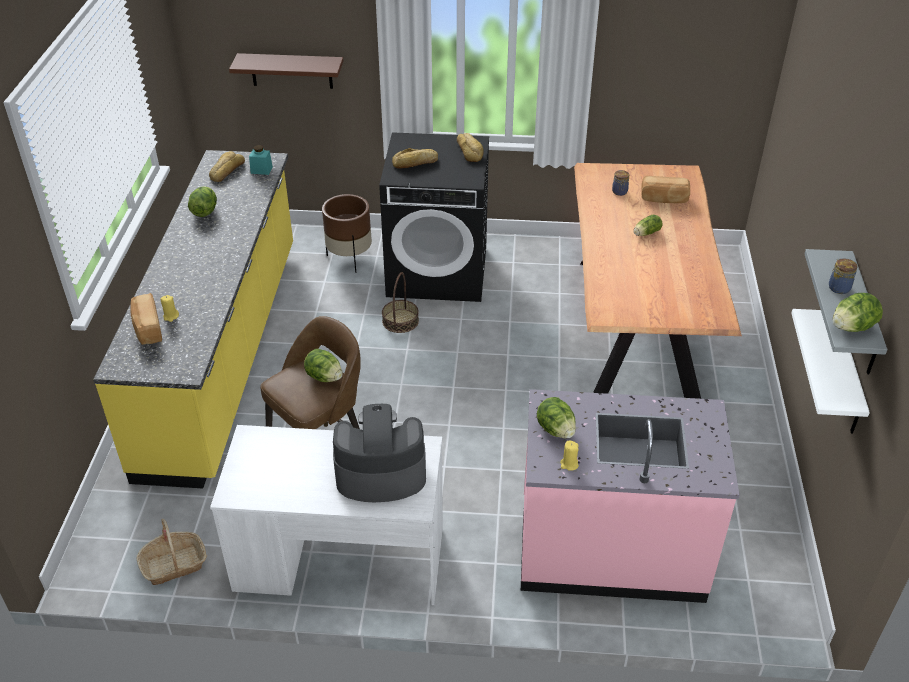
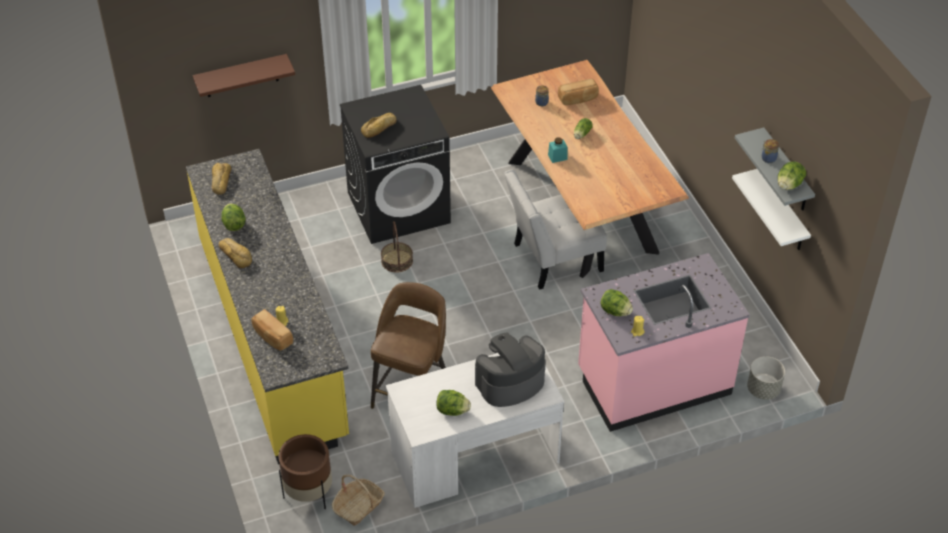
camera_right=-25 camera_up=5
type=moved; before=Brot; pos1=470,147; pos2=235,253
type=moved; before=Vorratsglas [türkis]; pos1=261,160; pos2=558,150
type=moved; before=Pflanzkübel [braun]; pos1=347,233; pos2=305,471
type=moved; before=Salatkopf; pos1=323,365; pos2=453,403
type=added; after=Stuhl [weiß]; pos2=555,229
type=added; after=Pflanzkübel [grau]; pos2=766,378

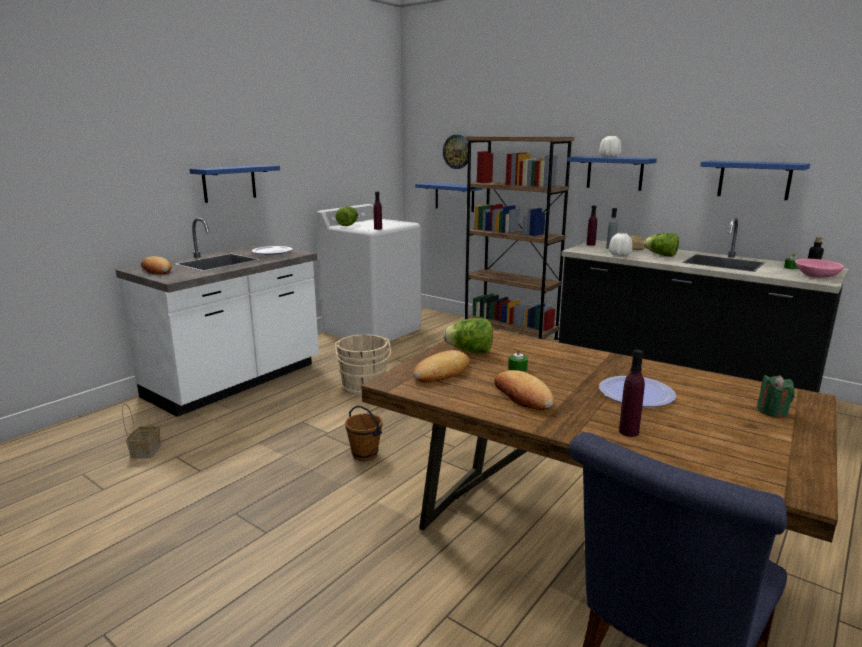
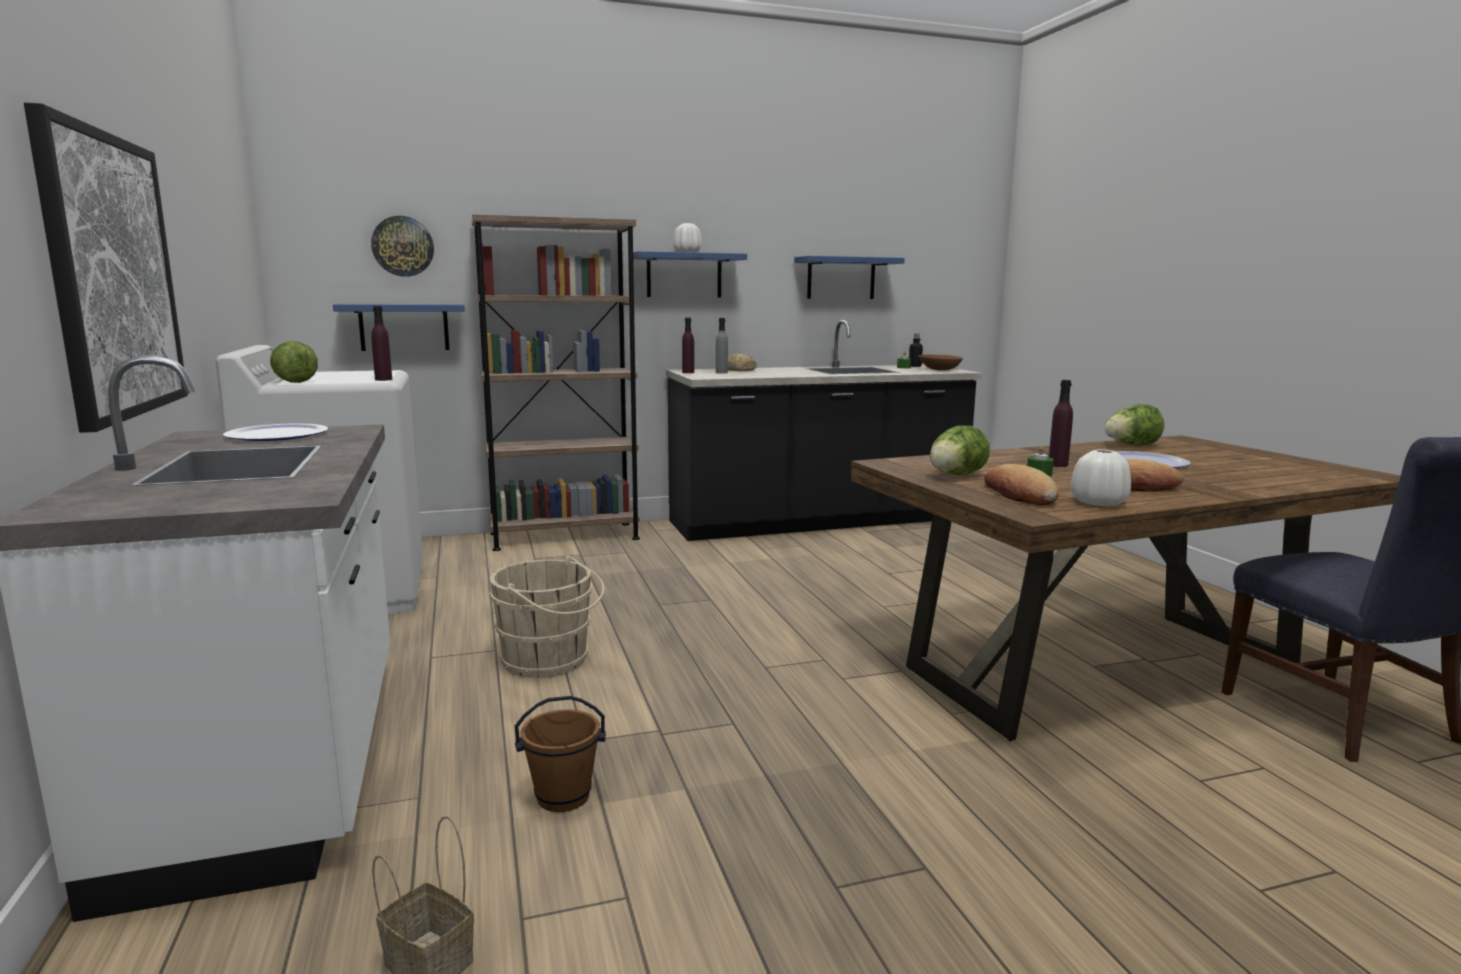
camera_right=-55 camera_up=-5
type=replaced; before=Wandregal [blau]; after=Bild; pos1=234,184; pos2=106,268
type=moved; before=Vase [weiß]; pos1=621,244; pos2=1101,477
type=moved; before=Salatkopf; pos1=661,244; pos2=1134,424
type=removed; before=Brot; pos1=156,265
type=recoloured; before=Schüssel [rosa]; after=Schüssel [braun]; pos1=819,268; pos2=941,362
type=moved; before=Flasche [lila]; pos1=632,393; pos2=1061,423
type=removed; before=Kerze [grün]; pos1=776,396
type=moved; before=Eimer [braun]; pos1=364,433; pos2=560,754

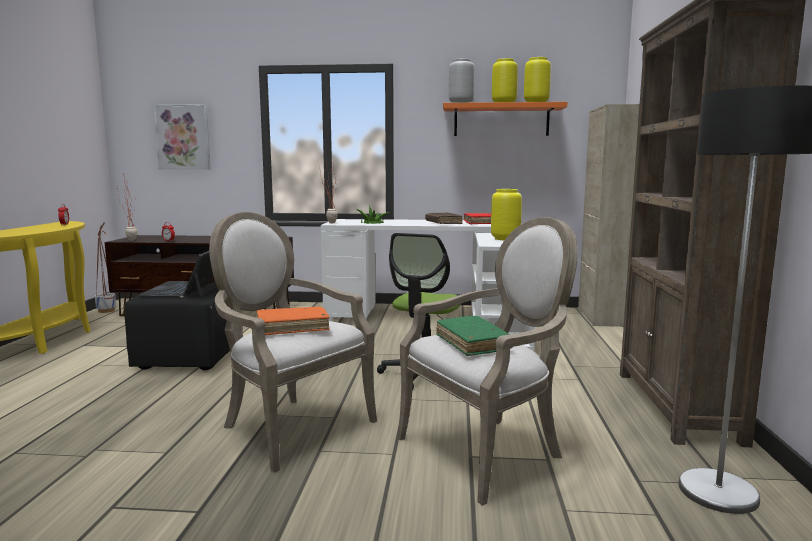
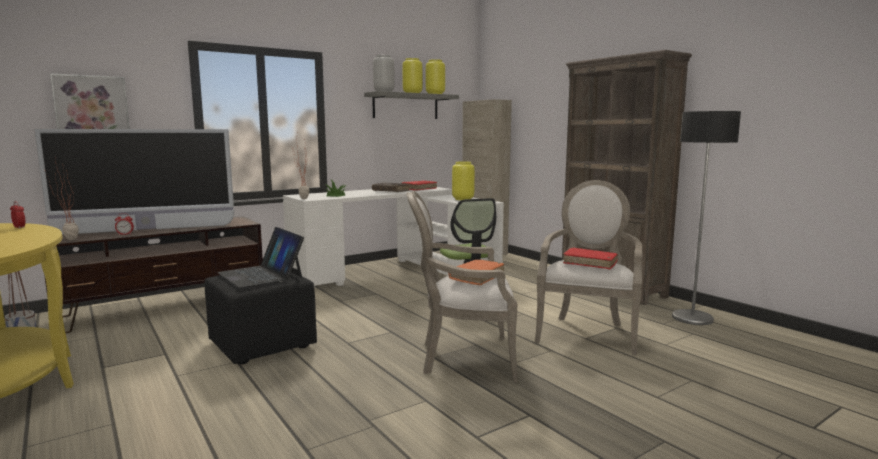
camera_right=-40 camera_up=0
type=recoloured; before=Wandregal [orange]; after=Wandregal [grau]; pos1=505,119; pos2=411,105
type=recoloured; before=Buch [grün]; after=Buch [rot]; pos1=473,336; pos2=590,258
type=added; after=Fernseher; pos2=134,182

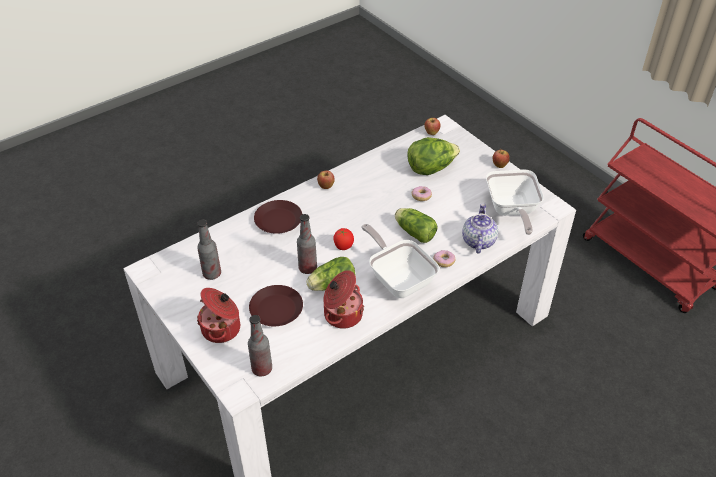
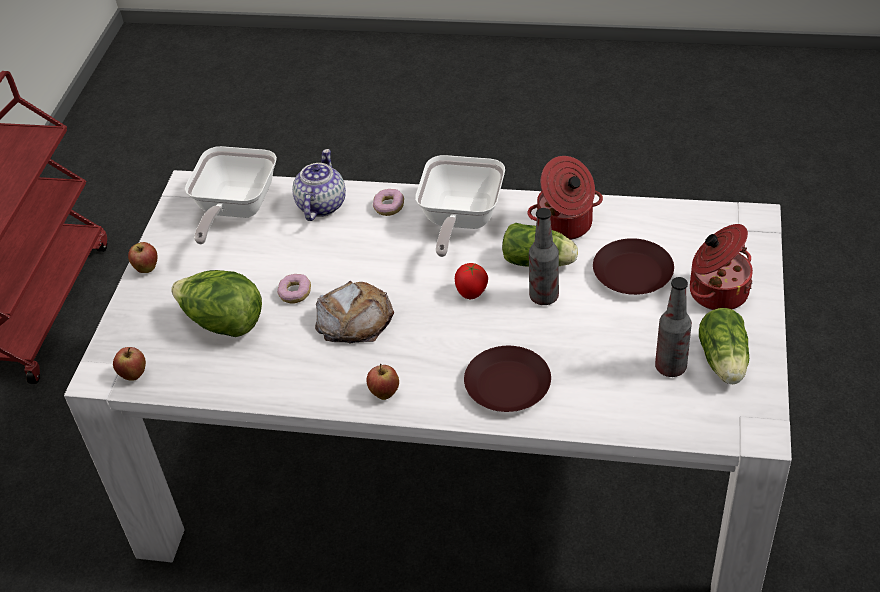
camera_right=-130 camera_up=0
type=turned; before=Pfanne; pos1=515,202; pos2=231,195; turn=150
type=turned; before=Teekanne; pos1=480,228; pos2=319,185; turn=135
type=moved; before=Salatkopf; pos1=416,225; pos2=724,346
type=removed; before=Flasche; pos1=260,345
type=added; after=Brot; pos2=354,312

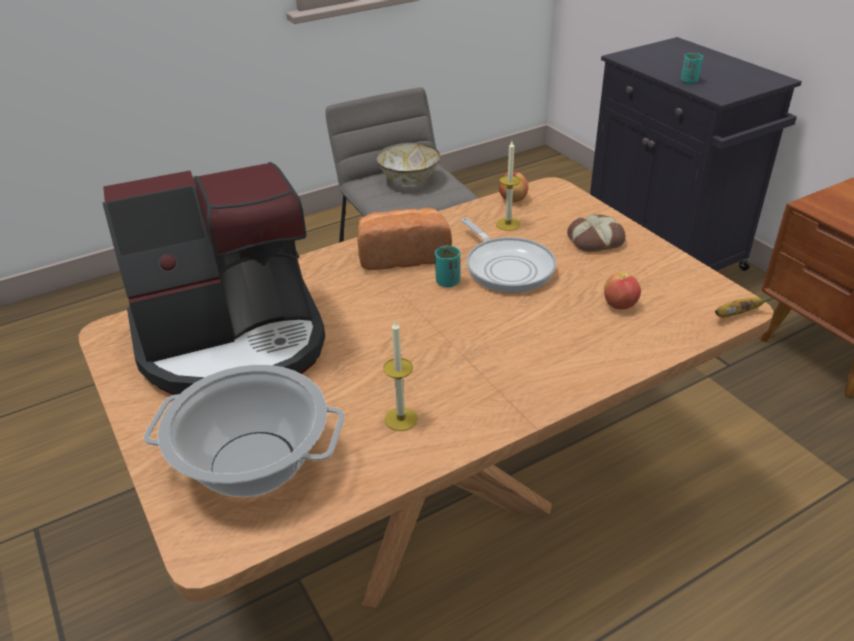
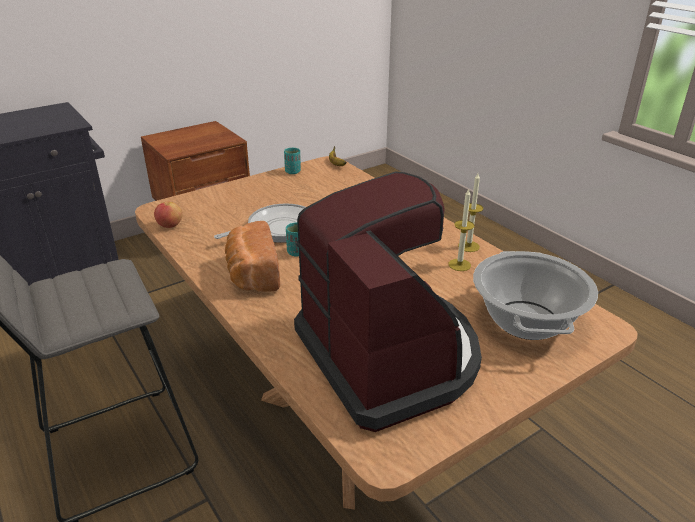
camera_right=-95 camera_up=-5
type=moved; before=Tasse [türkis]; pos1=692,68; pos2=292,161
type=moved; before=Kerze; pos1=508,186; pos2=470,212
type=removed; before=Schüssel; pos1=408,163
type=removed; before=Brot; pos1=596,233
type=removed; before=Apfel; pos1=622,290

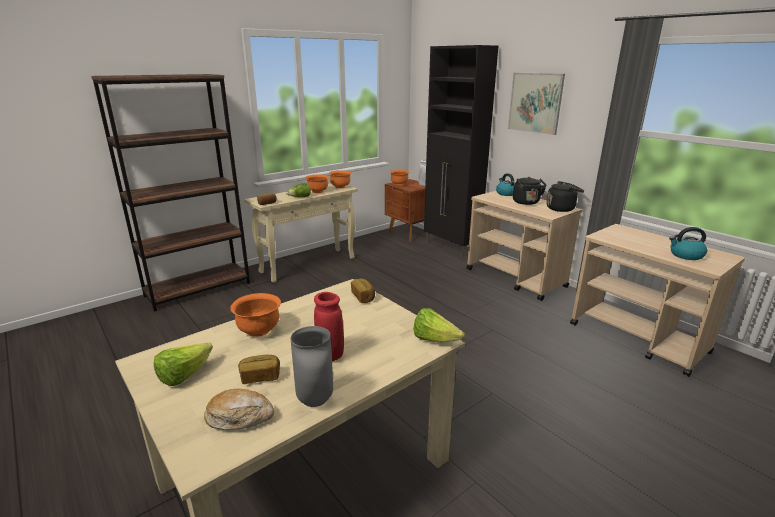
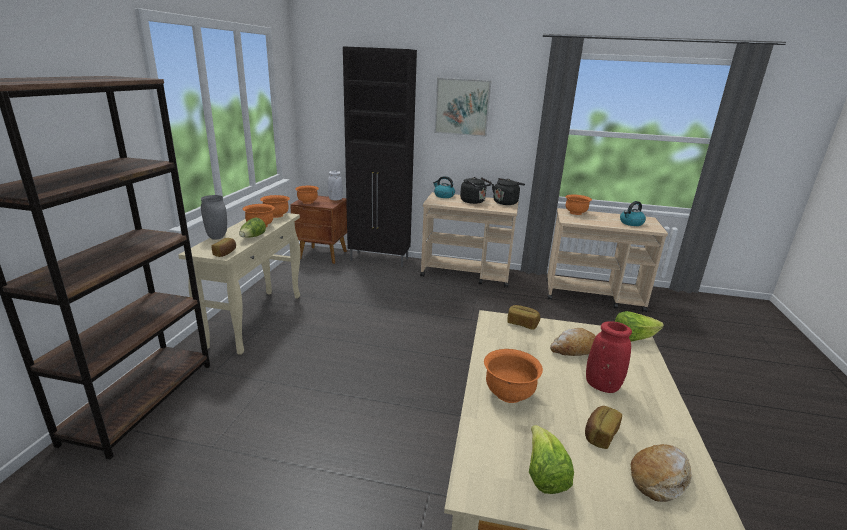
camera_right=-40 camera_up=0
type=moved; before=Vase [grau]; pos1=312,366; pos2=214,217
type=added; after=Schüssel [orange]; pos2=578,205
type=added; after=Brot; pos2=573,342

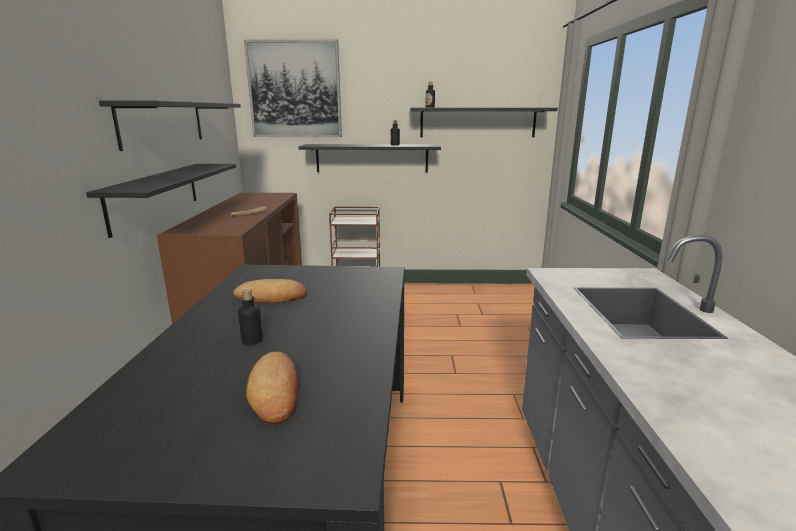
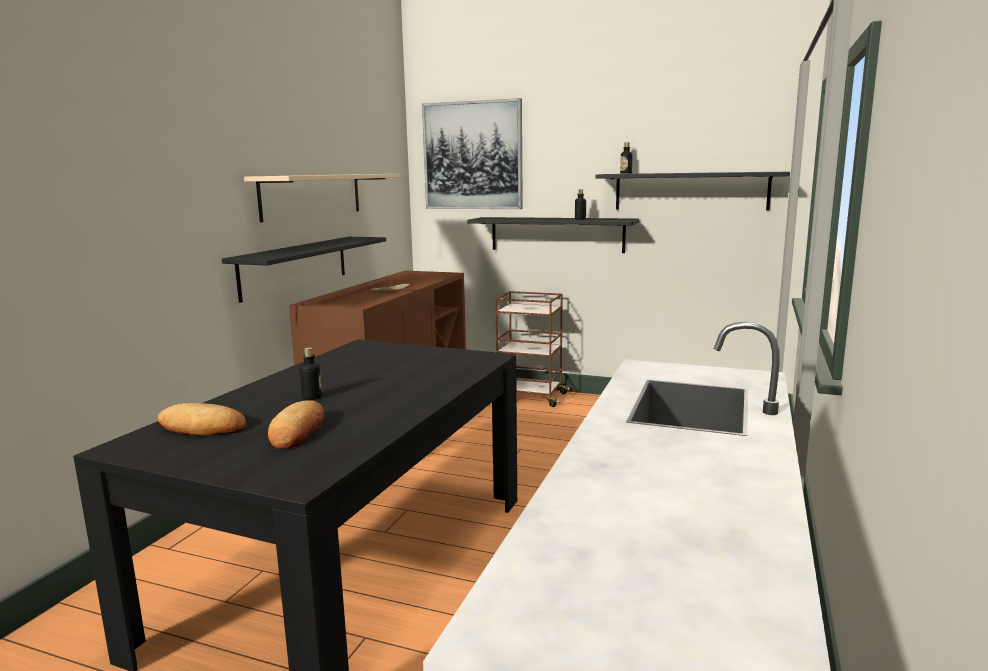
camera_right=20 camera_up=-5
type=recoloured; before=Wandregal [schwarz]; after=Wandregal [beige]; pos1=170,126; pos2=322,198
type=moved; before=Brot; pos1=270,291; pos2=202,419

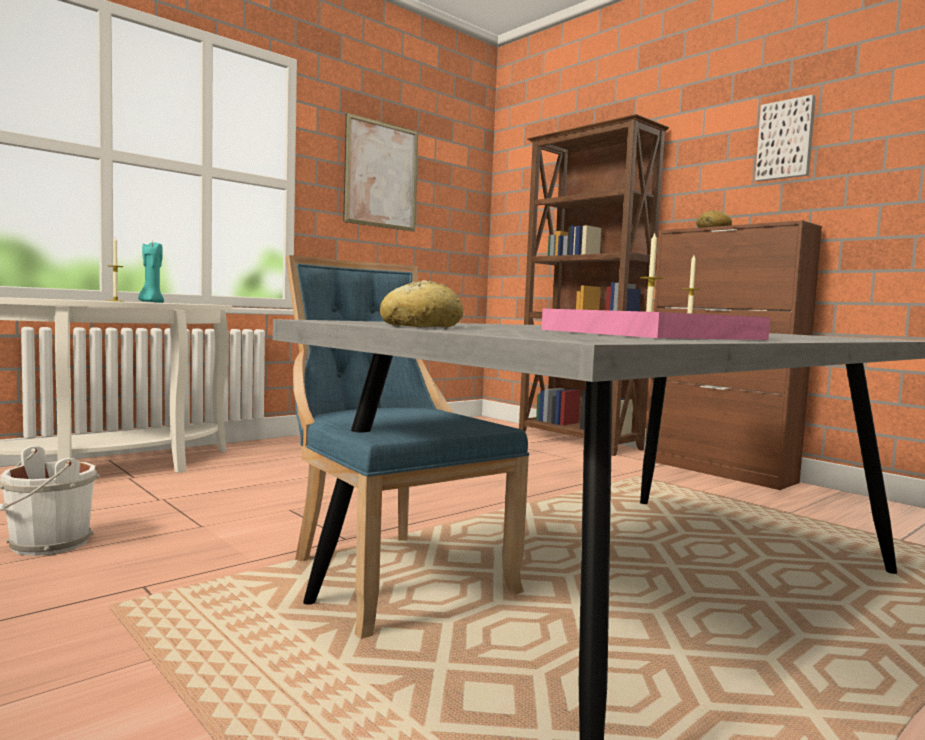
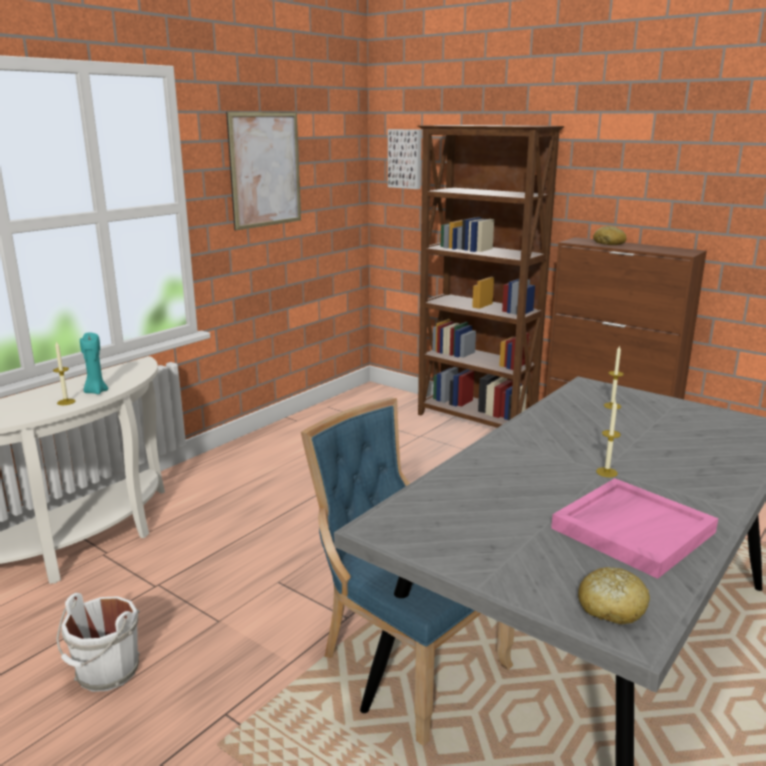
camera_right=-10 camera_up=15
type=moved; before=Bild; pos1=785,138; pos2=404,159
type=moved; before=Brot; pos1=421,303; pos2=614,595

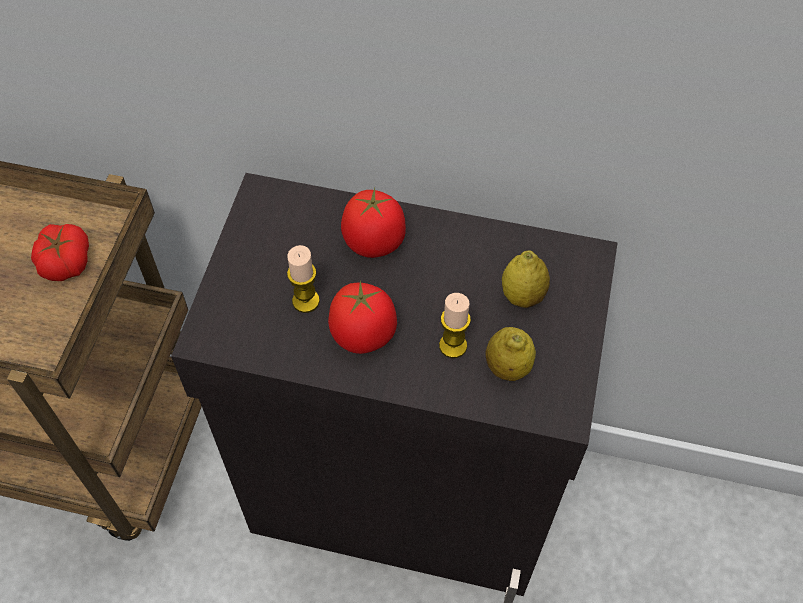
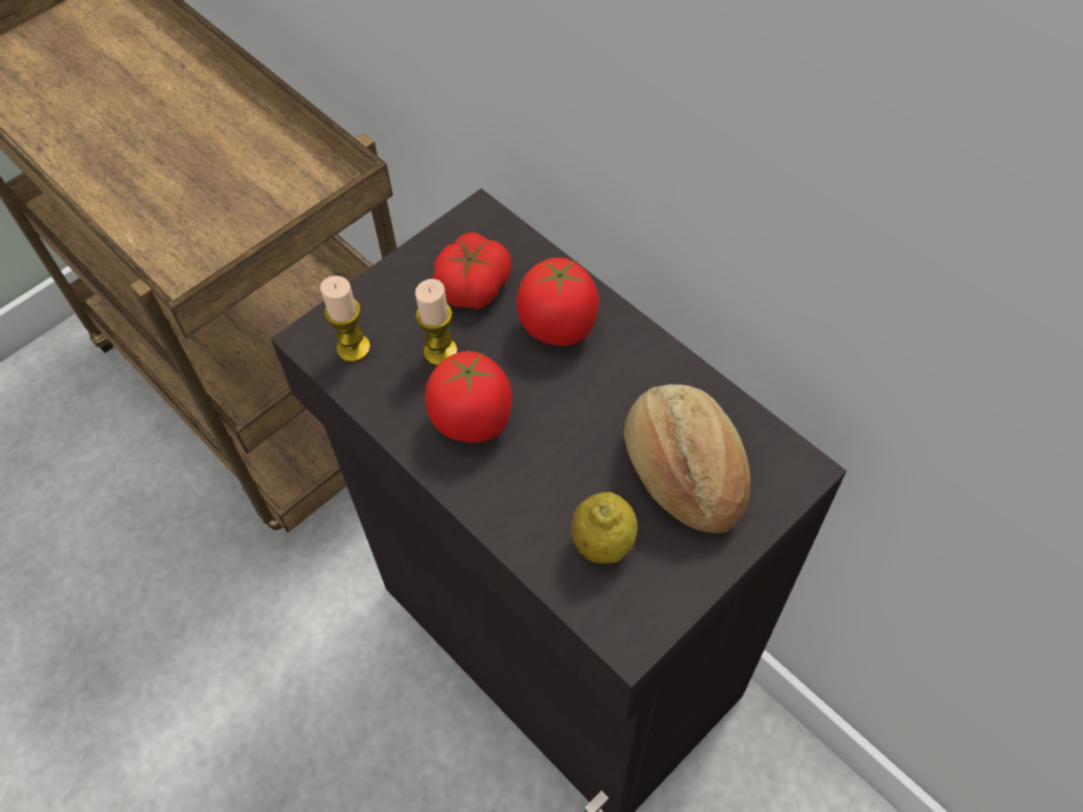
camera_right=35 camera_up=0
type=moved; before=Tomate; pos1=60,252; pos2=472,270
type=replaced; before=Zitrone; after=Brot; pos1=526,279; pos2=687,458
type=moved; before=Kerze; pos1=455,325; pos2=345,319

